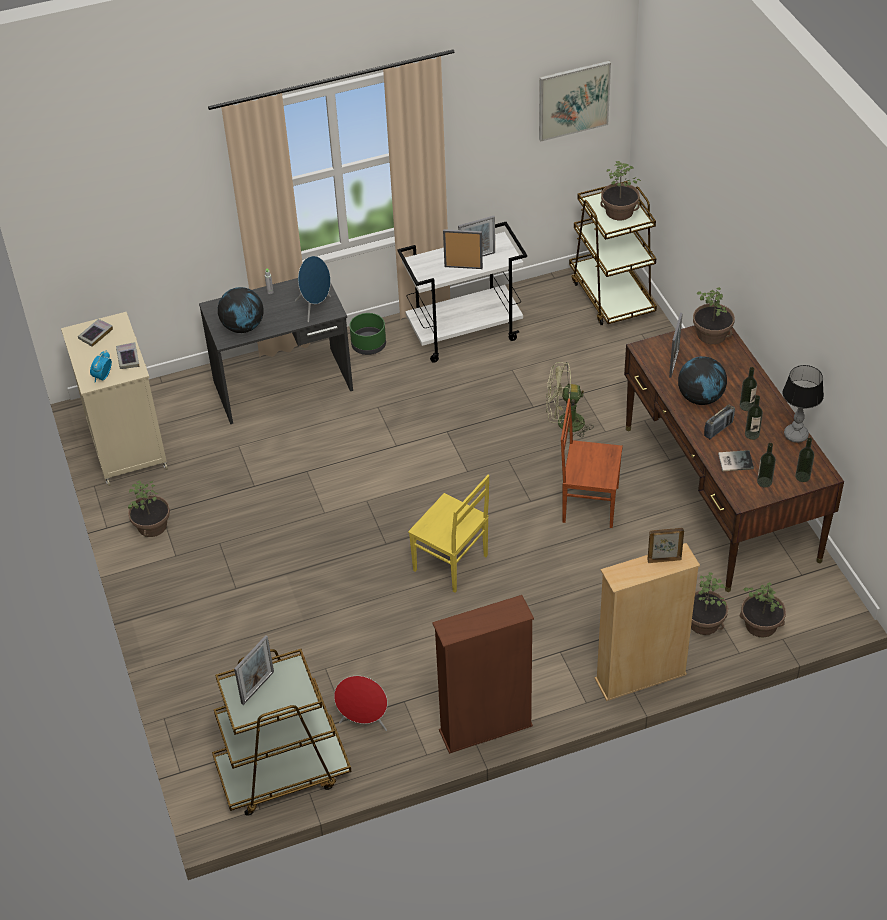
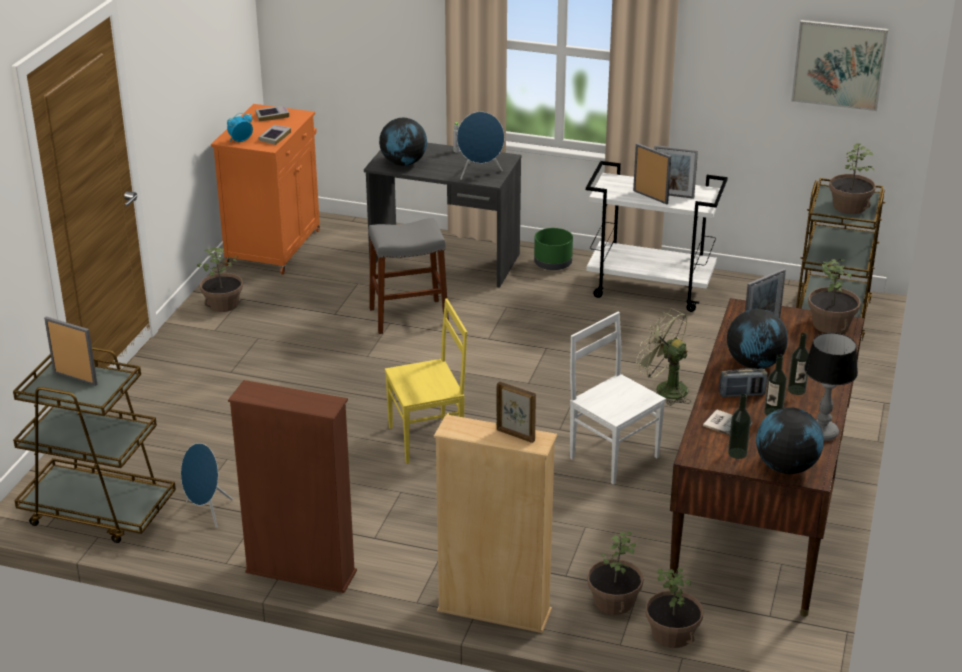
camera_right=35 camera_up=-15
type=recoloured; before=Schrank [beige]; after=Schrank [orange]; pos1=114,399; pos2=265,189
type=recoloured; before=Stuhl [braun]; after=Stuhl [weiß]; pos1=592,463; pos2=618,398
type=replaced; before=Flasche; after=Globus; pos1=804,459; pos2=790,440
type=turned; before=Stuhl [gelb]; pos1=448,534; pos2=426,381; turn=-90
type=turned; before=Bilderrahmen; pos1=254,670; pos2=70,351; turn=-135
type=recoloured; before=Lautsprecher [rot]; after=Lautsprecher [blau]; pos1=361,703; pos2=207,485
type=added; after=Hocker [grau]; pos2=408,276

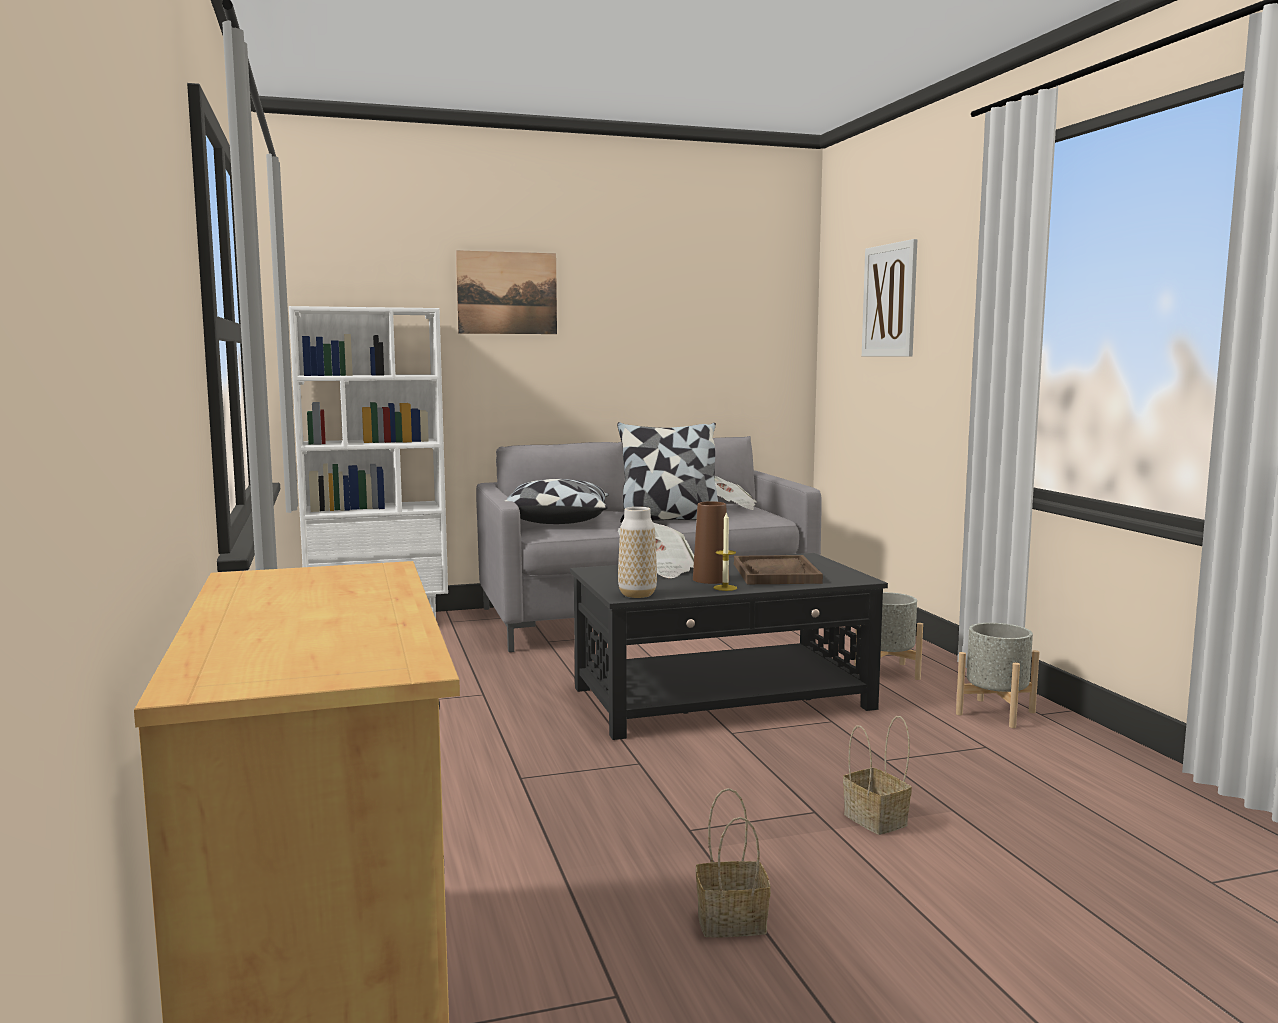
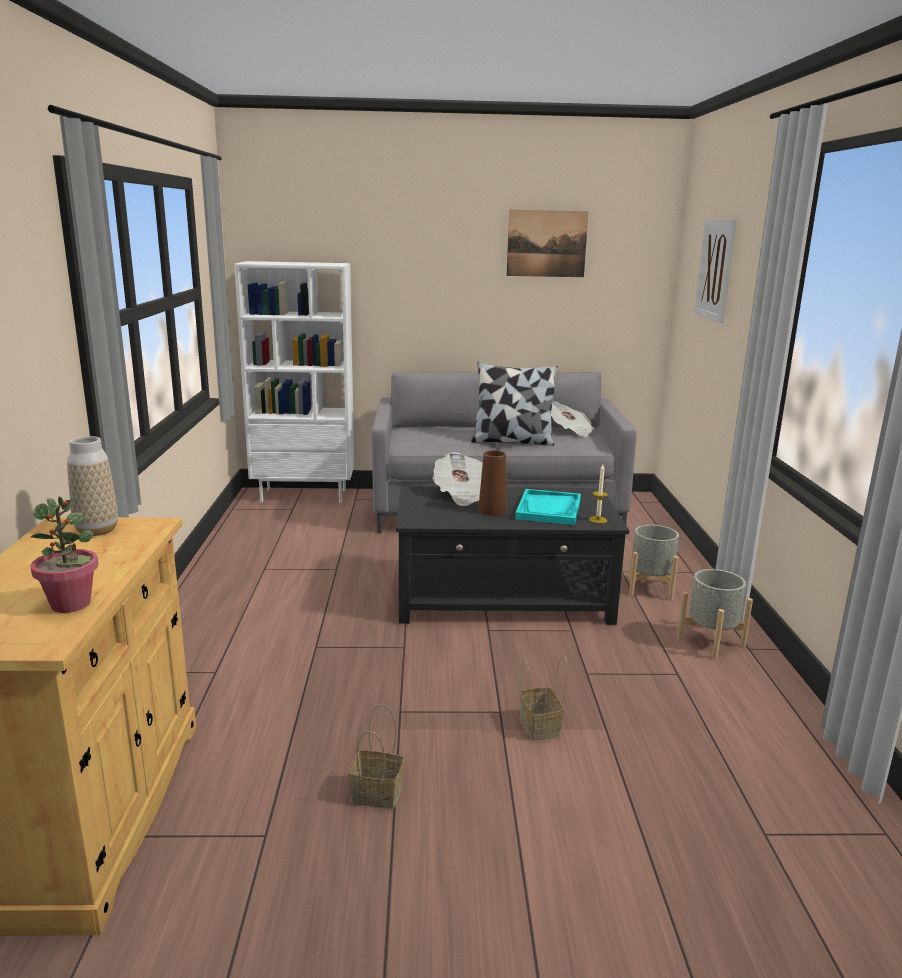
camera_right=15 camera_up=10
type=moved; before=Bild; pos1=506,292; pos2=547,243
type=removed; before=Kissen; pos1=557,501
type=moved; before=Vase; pos1=637,552; pos2=92,486
type=moved; before=Kerze; pos1=725,551; pos2=598,494
type=recoloured; before=Tablett [braun]; after=Tablett [türkis]; pos1=778,569; pos2=548,507
type=added; after=Topfpflanze; pos2=64,554

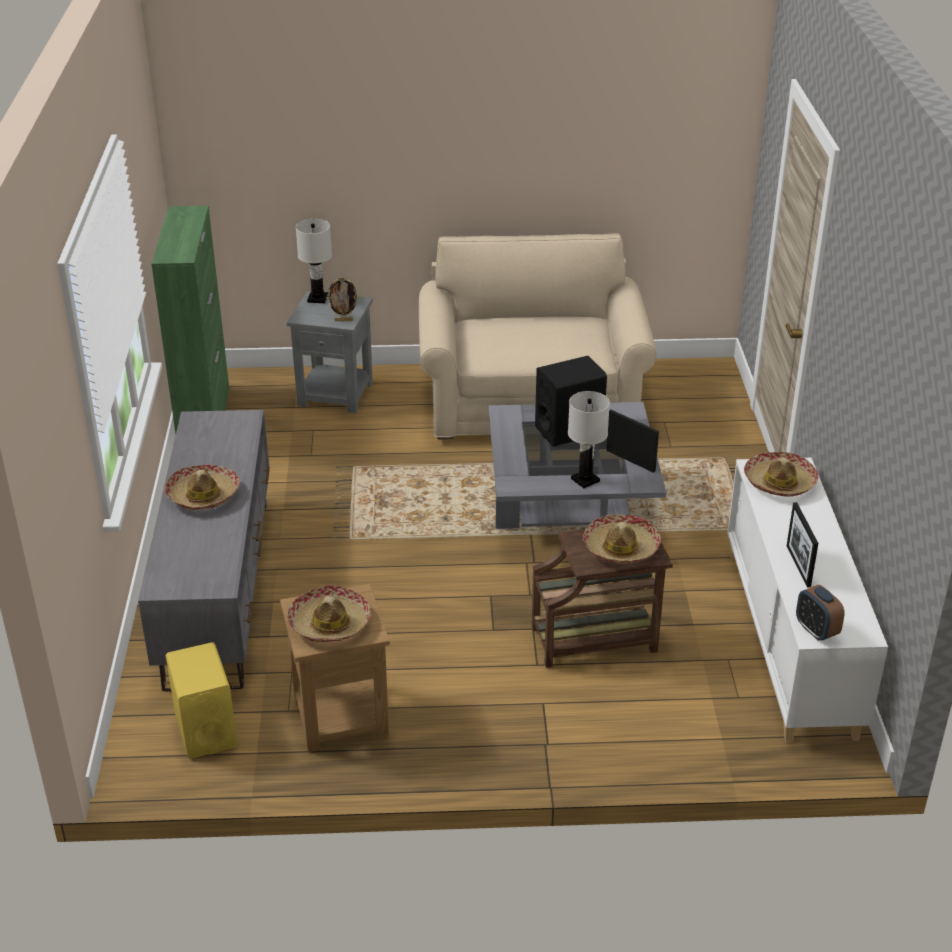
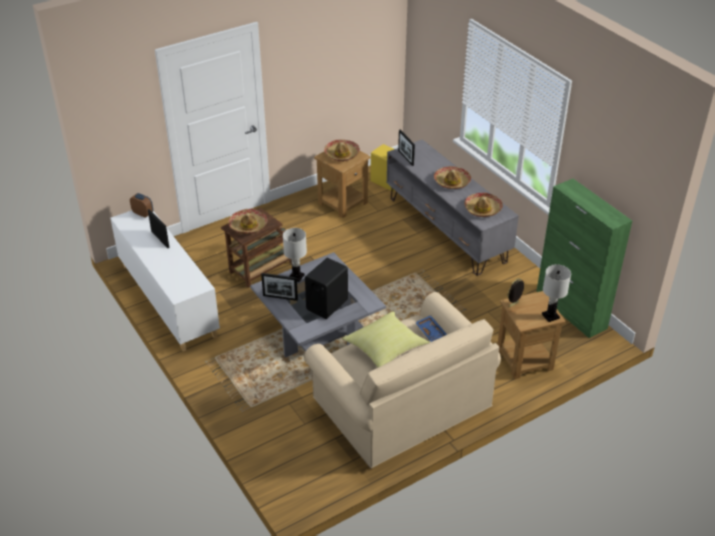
camera_right=150 camera_up=5
type=recoloured; before=Beistelltisch [grau]; after=Beistelltisch [braun]; pos1=330,352; pos2=531,335
type=moved; before=Hut; pos1=781,474; pos2=483,205
type=added; after=Bilderrahmen; pos2=406,148
type=added; after=Kissen [gelb]; pos2=386,339
type=added; after=Tablett [blau]; pos2=431,329

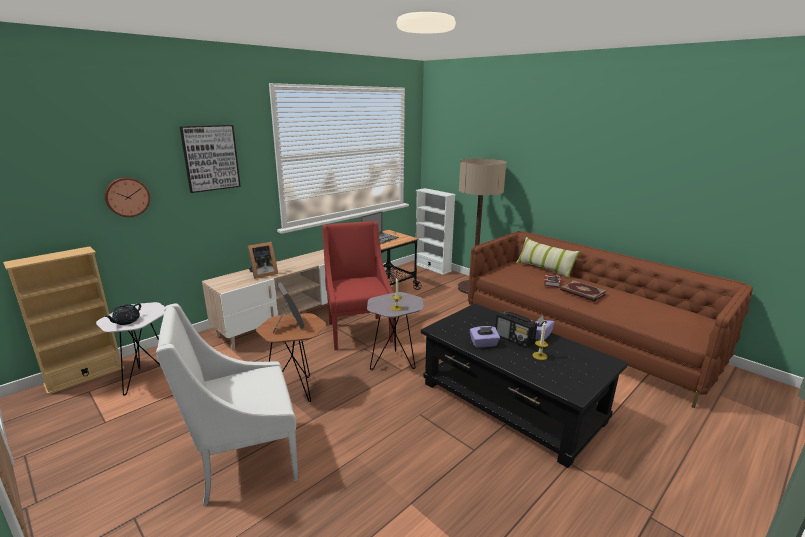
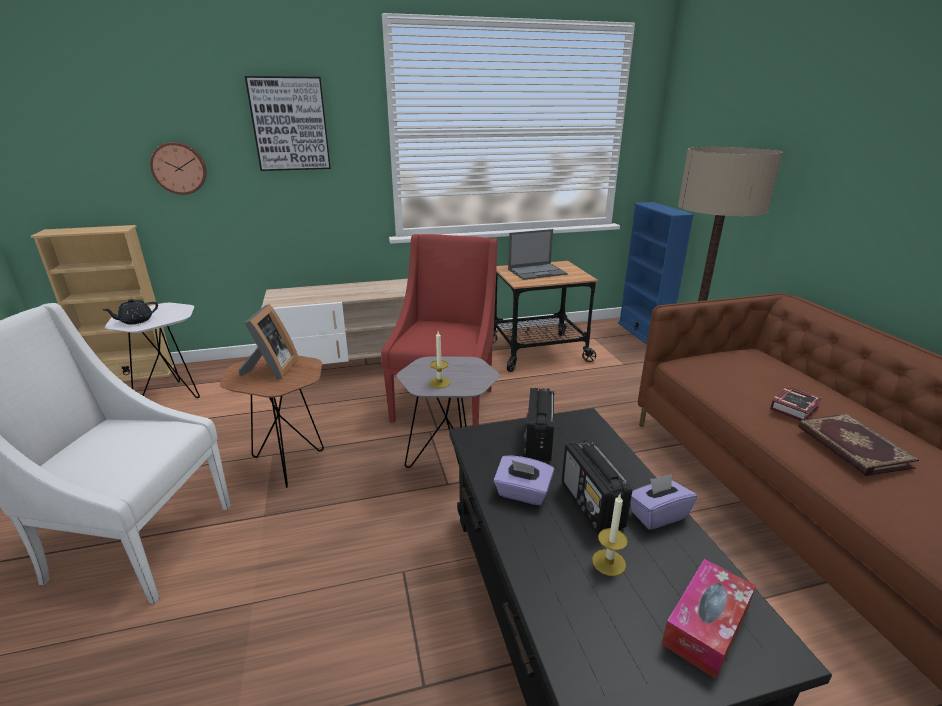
camera_right=30 camera_up=5
type=recoloured; before=Bücherregal [weiß]; after=Bücherregal [blau]; pos1=435,231; pos2=656,273
type=removed; before=Kissen; pos1=548,258
type=removed; before=Bilderrahmen; pos1=262,260
type=added; after=Radio; pos2=539,424
type=added; after=Taschentuchbox; pos2=709,619

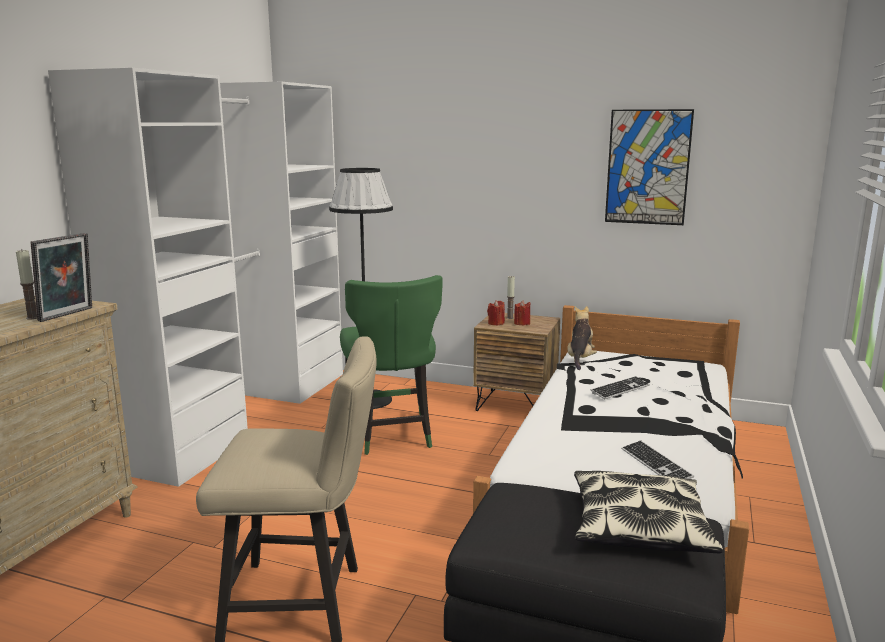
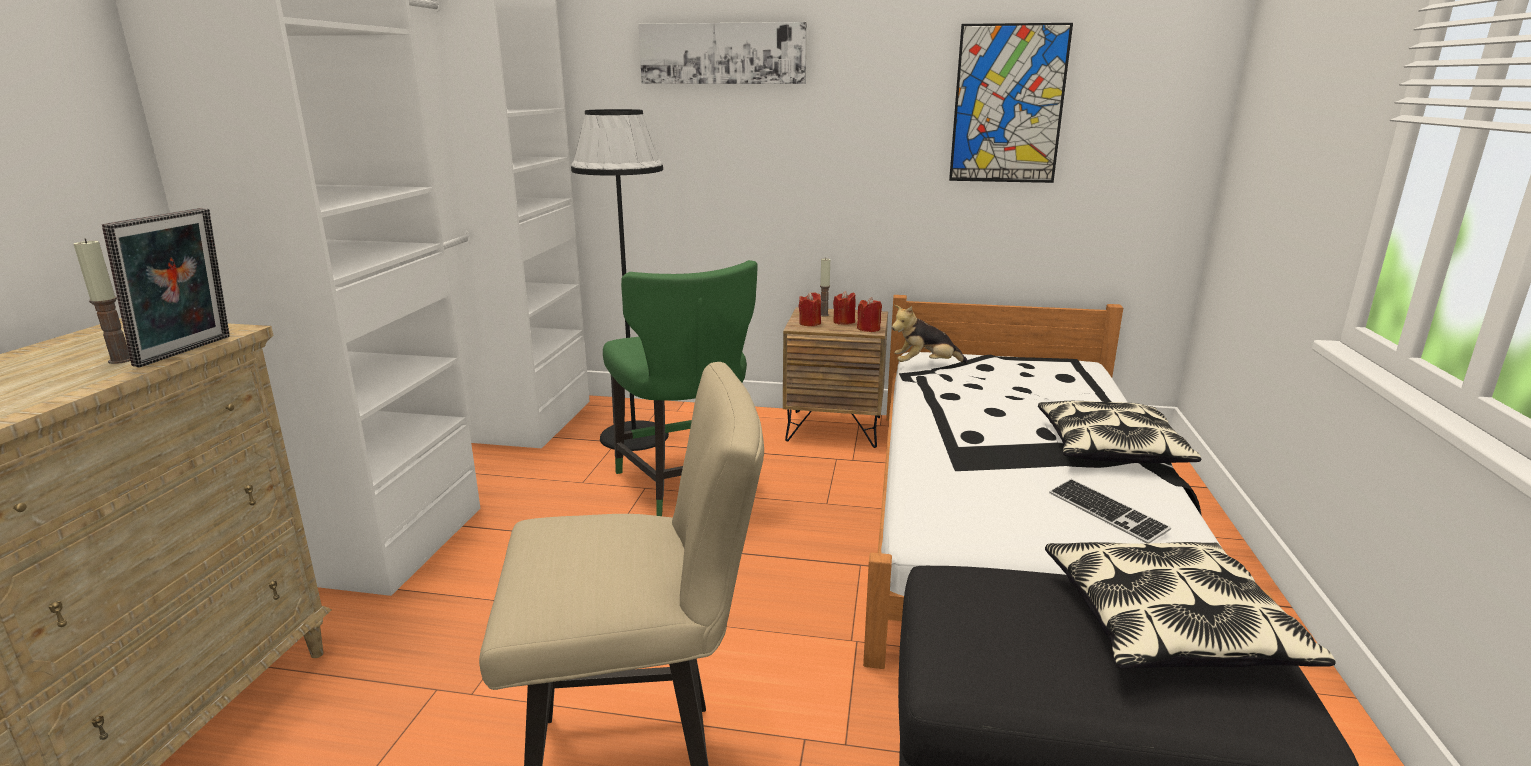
camera_right=-10 camera_up=5
type=turned; before=Plüschtier; pos1=582,338; pos2=930,334; turn=-105
type=removed; before=Tastatur; pos1=620,387
type=added; after=Bild; pos2=723,53
type=added; after=Kerze [rot]; pos2=869,314
type=added; after=Kissen; pos2=1119,432

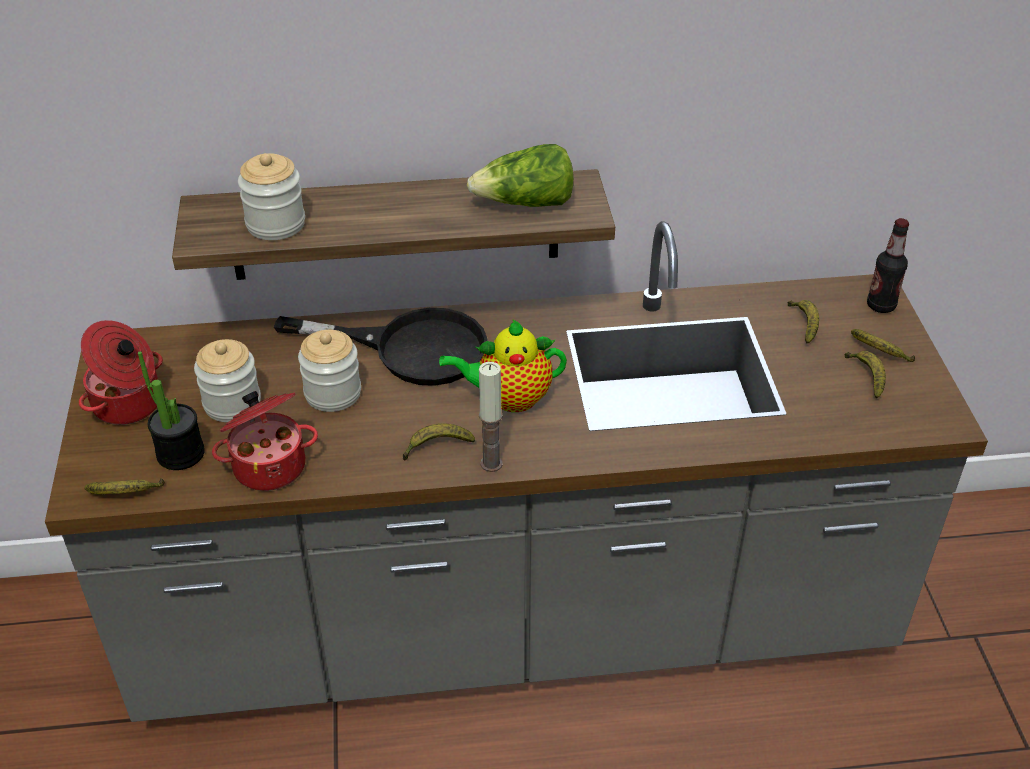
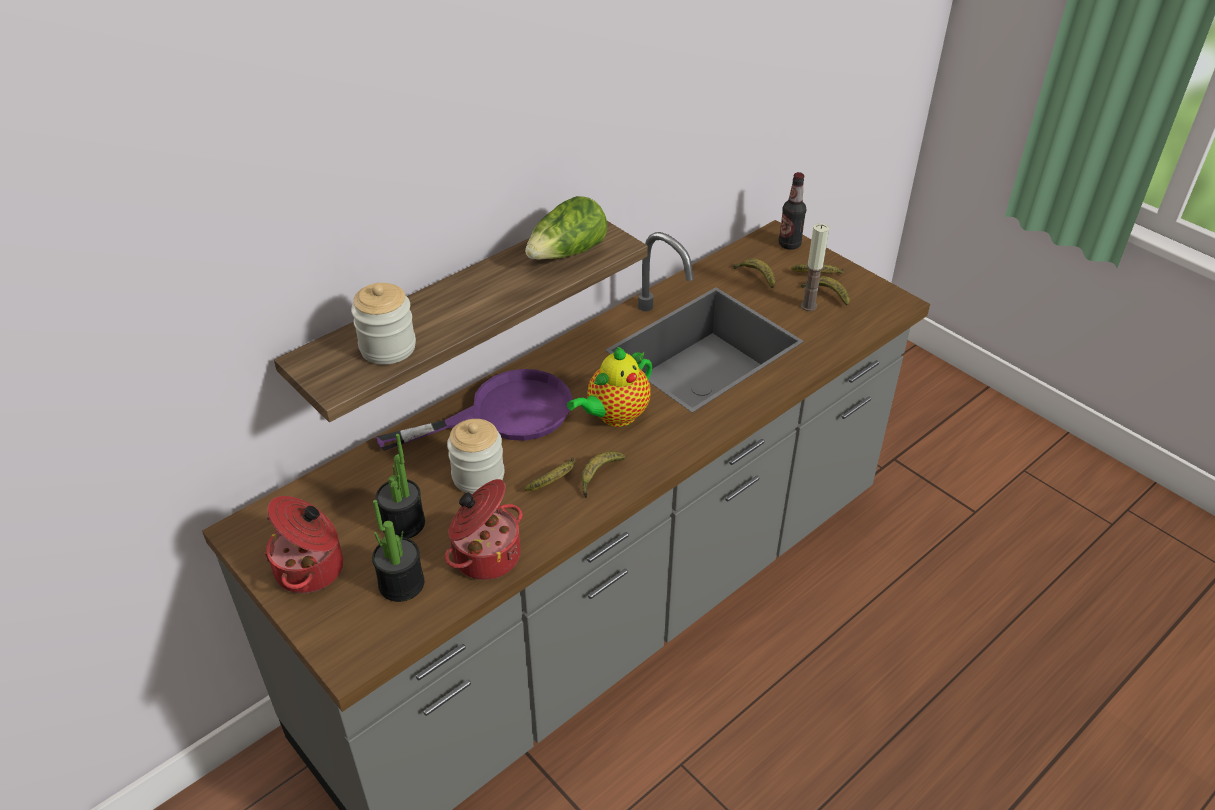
camera_right=-35 camera_up=0
type=recoloured; before=Pfanne [schwarz]; after=Pfanne [lila]; pos1=381,347; pos2=475,410
type=replaced; before=Vorratsglas; after=Topfpflanze; pos1=227,380; pos2=400,486
type=moved; before=Kerze; pos1=491,417; pos2=815,267
type=moved; before=Banane; pos1=124,486; pos2=549,474

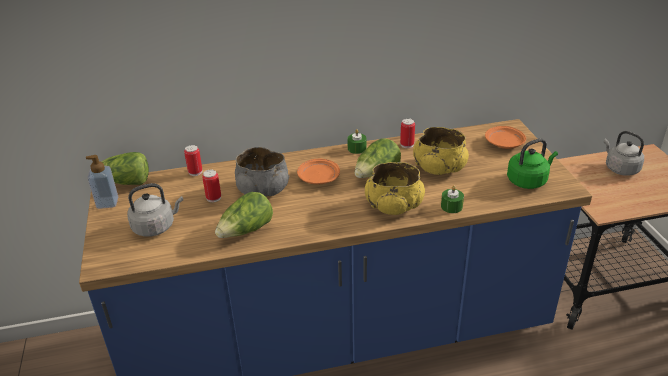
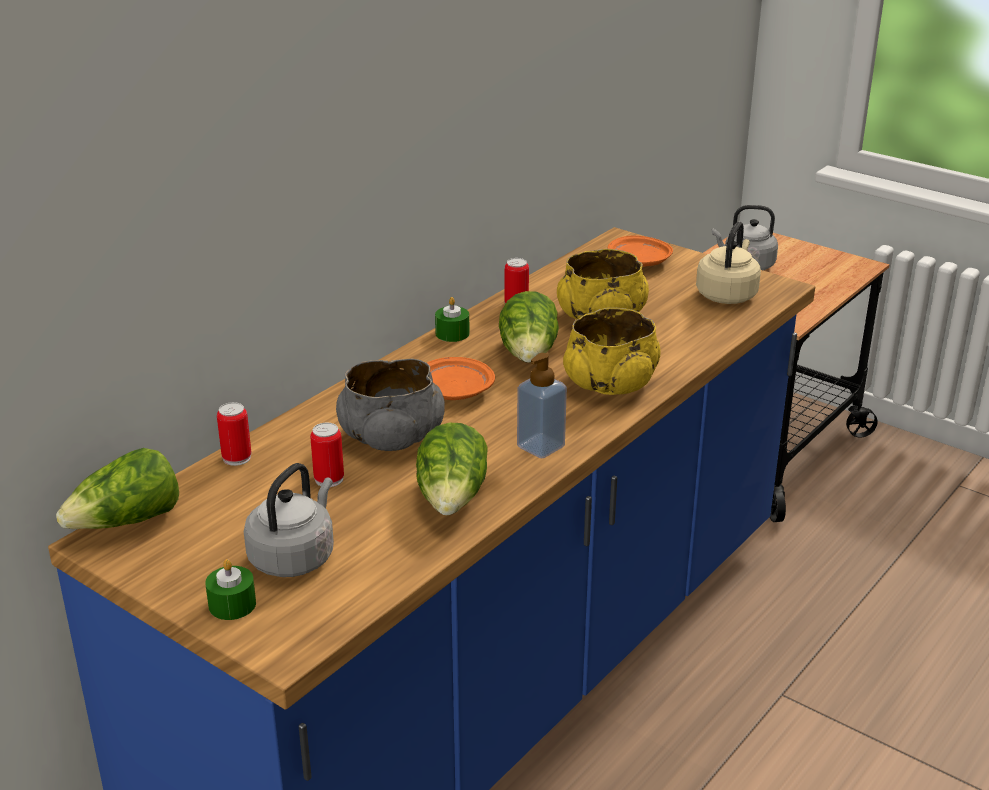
camera_right=-40 camera_up=-5
type=recoloured; before=Wasserkessel [grün]; after=Wasserkessel [beige]; pos1=532,163; pos2=728,263
type=moved; before=Seifenspender; pos1=102,182; pos2=542,405
type=moved; before=Kerze [grün]; pos1=452,199; pos2=230,589

